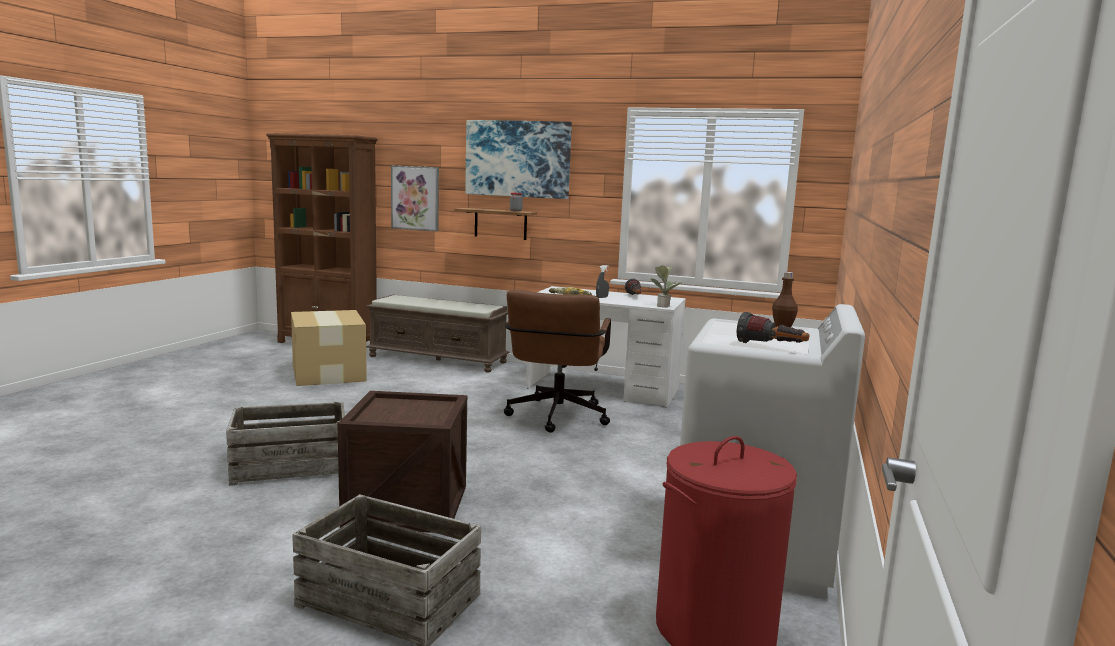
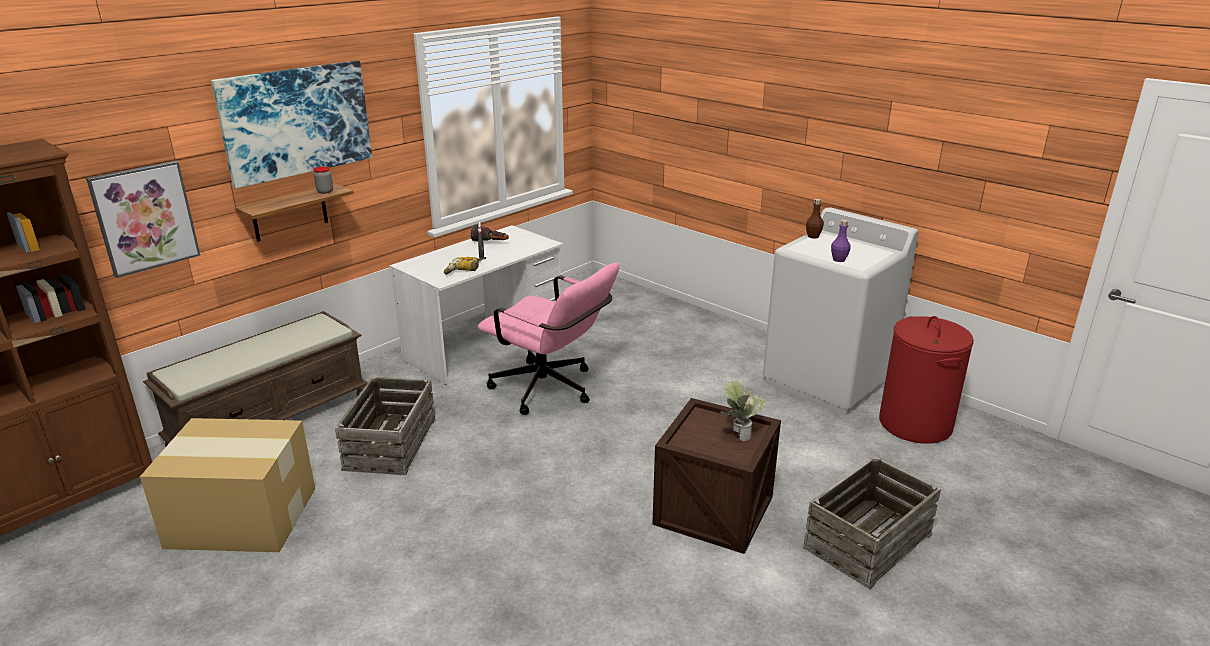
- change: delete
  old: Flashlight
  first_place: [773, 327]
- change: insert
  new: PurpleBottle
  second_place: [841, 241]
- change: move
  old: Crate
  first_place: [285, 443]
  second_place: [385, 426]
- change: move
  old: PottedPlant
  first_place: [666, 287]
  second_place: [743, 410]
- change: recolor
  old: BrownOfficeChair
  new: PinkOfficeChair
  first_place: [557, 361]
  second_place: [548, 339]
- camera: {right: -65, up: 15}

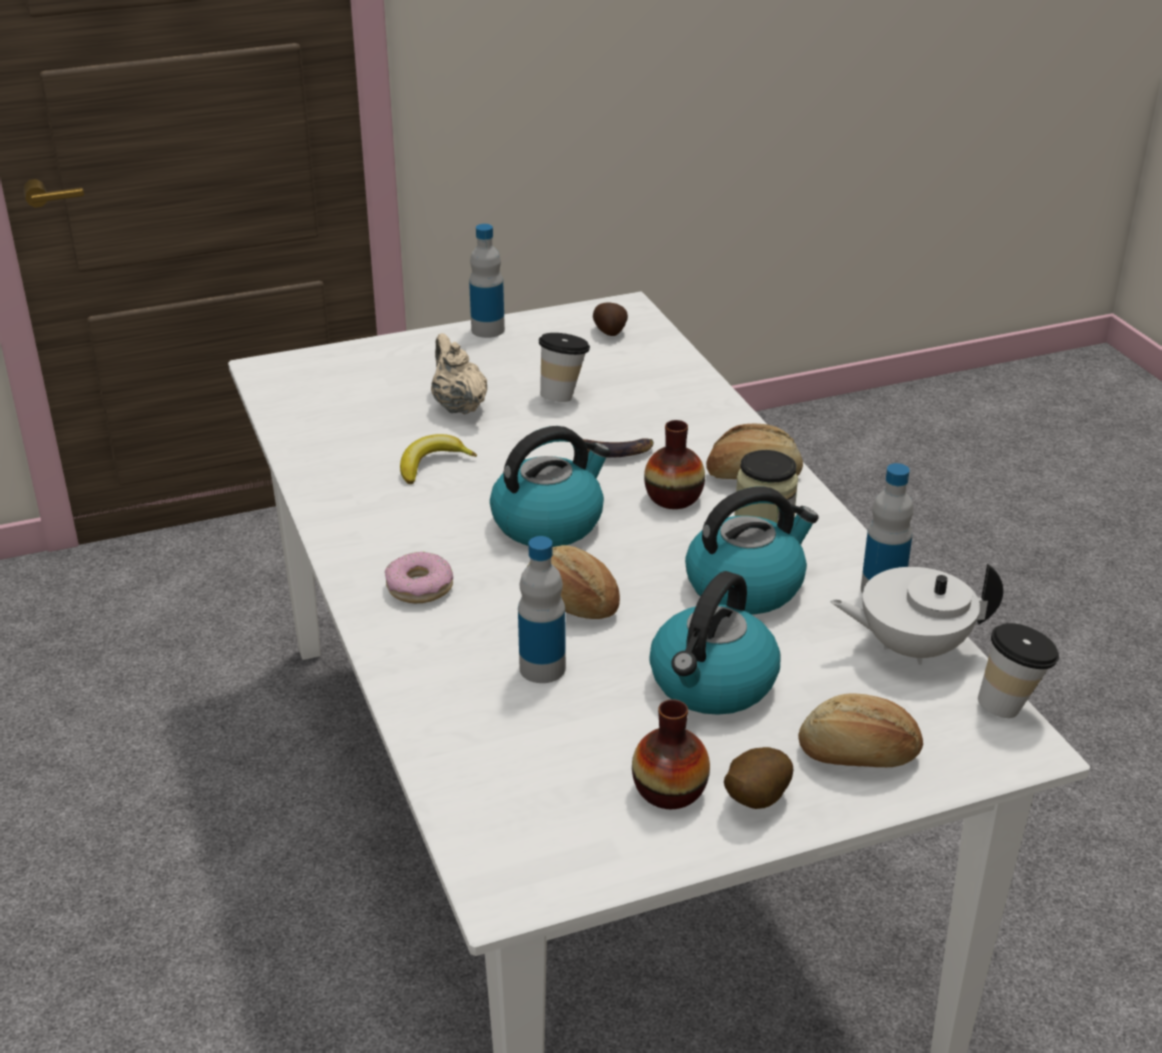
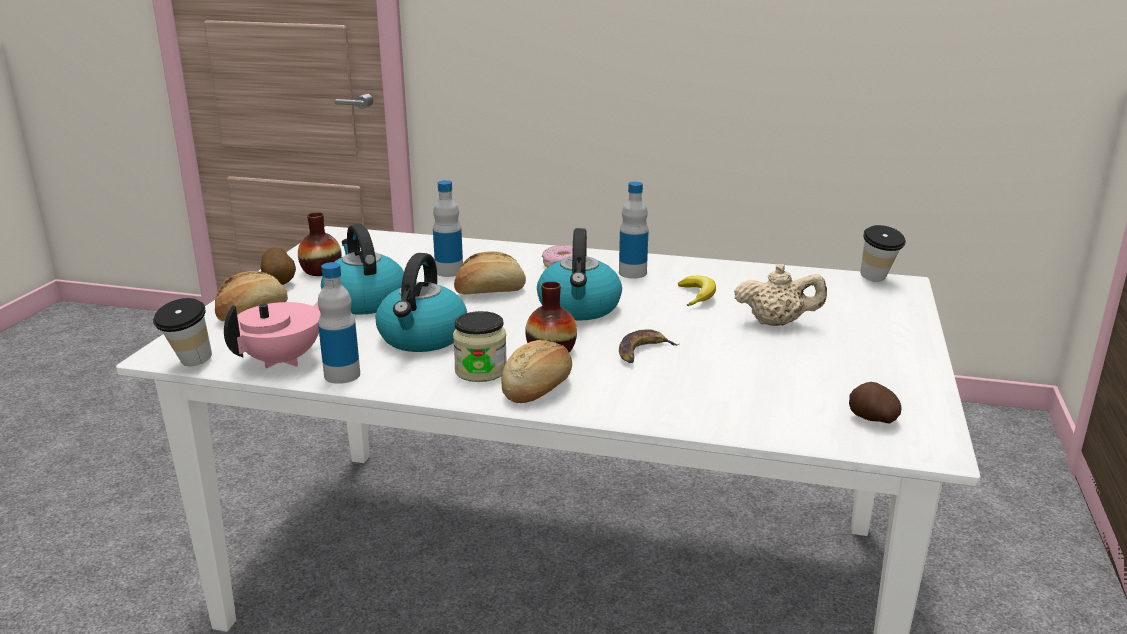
- change: move
  old: Bottle
  first_place: [487, 281]
  second_place: [634, 230]
- change: move
  old: Cup
  first_place: [564, 367]
  second_place: [883, 253]
- change: recolor
  old: WhiteTeapot
  new: PinkTeapot
  first_place: [917, 614]
  second_place: [272, 334]
- camera: {right: 125, up: -10}

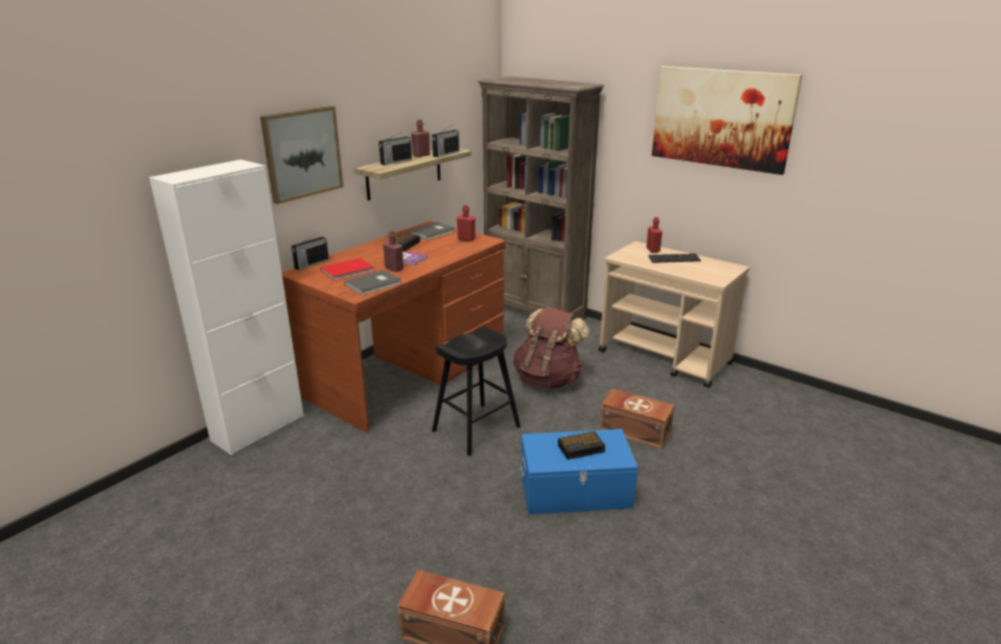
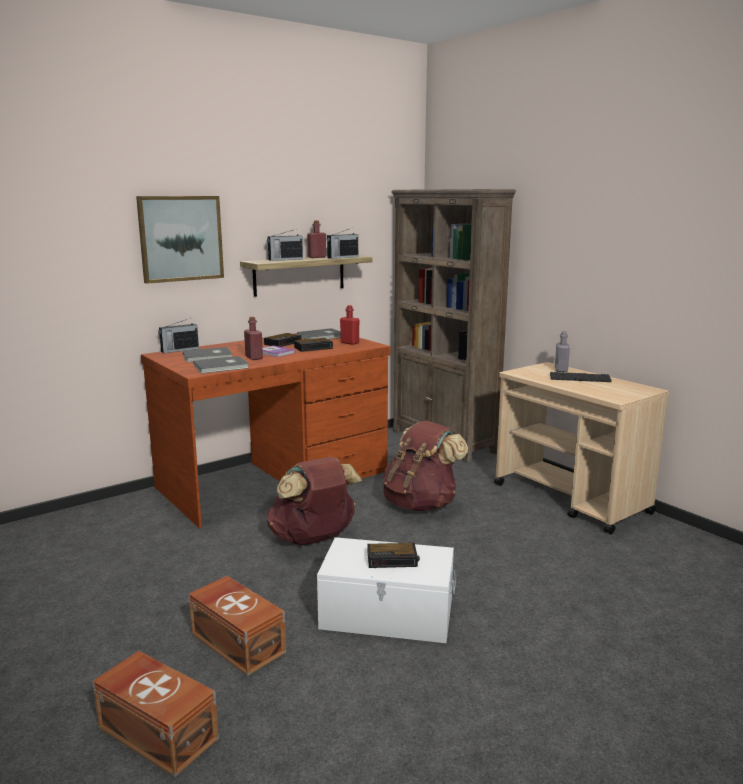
- change: delete
  old: WhiteCabinet
  first_place: [226, 307]
- change: delete
  old: Picture
  first_place: [727, 120]
- change: insert
  new: AlarmClock
  second_place: [313, 345]
- change: move
  old: BrownStorageBox
  first_place: [636, 419]
  second_place: [237, 626]
- change: replace
  old: BlackStool
  new: BrownBackpack
  first_place: [476, 391]
  second_place: [314, 501]
- change: recolor
  old: RedBook
  new: GreyBook
  first_place: [347, 269]
  second_place: [208, 354]
- change: recolor
  old: BlueStorageBox
  new: WhiteStorageBox
  first_place: [579, 471]
  second_place: [386, 590]
- change: recolor
  old: RedBottle
  new: GreyBottle
  first_place: [654, 235]
  second_place: [562, 351]
- camera: {right: 15, up: -10}

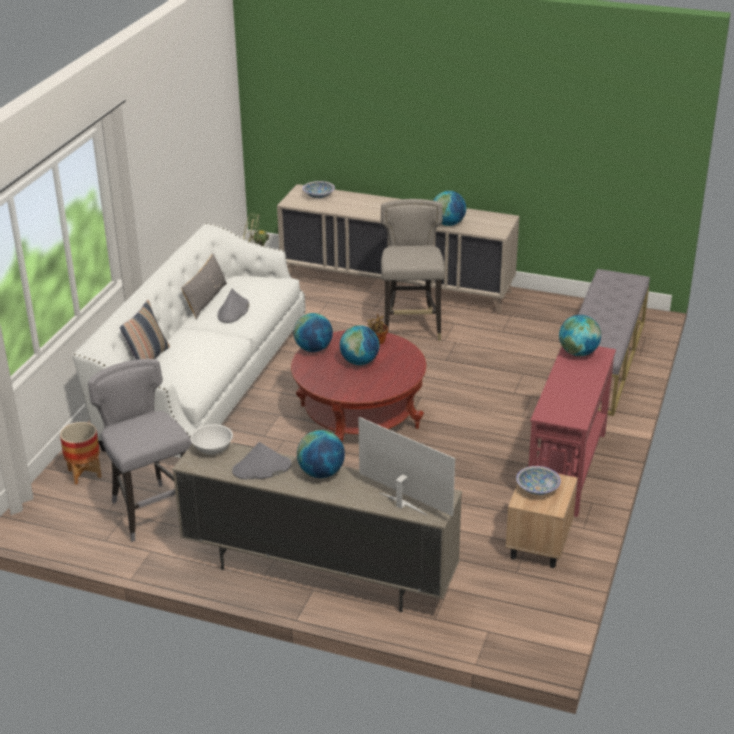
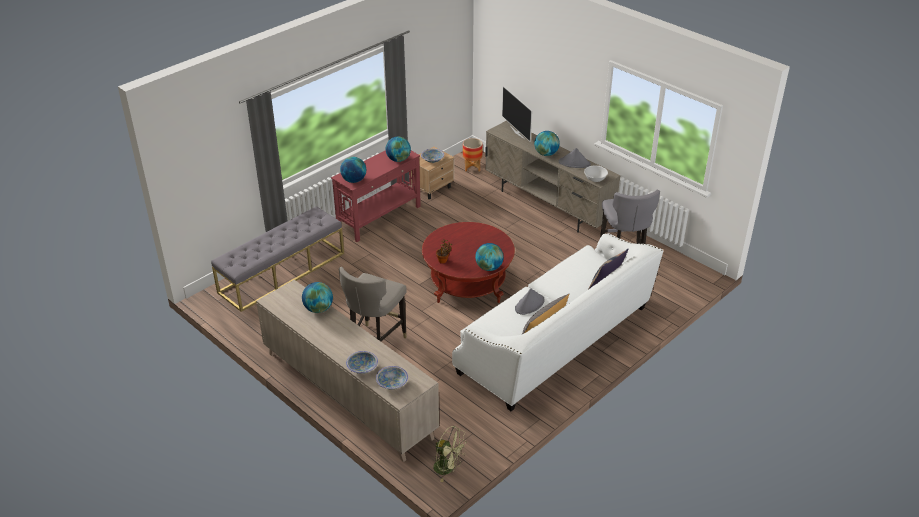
- change: insert
  new: Bowl
  second_place: [362, 362]
- change: move
  old: Planter
  first_place: [81, 453]
  second_place: [473, 155]
- change: move
  old: Globe
  first_place: [360, 345]
  second_place: [398, 149]
- camera: {right: -155, up: 5}

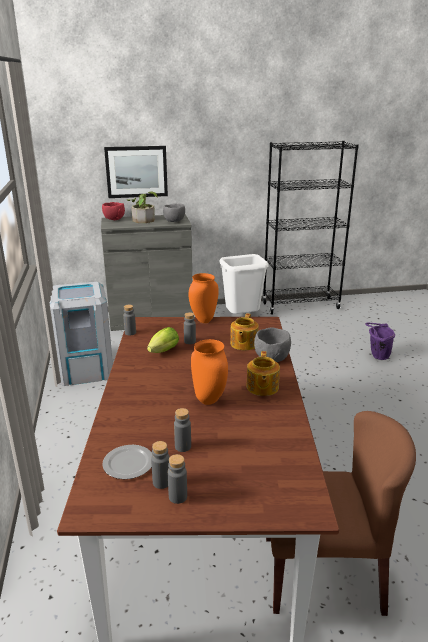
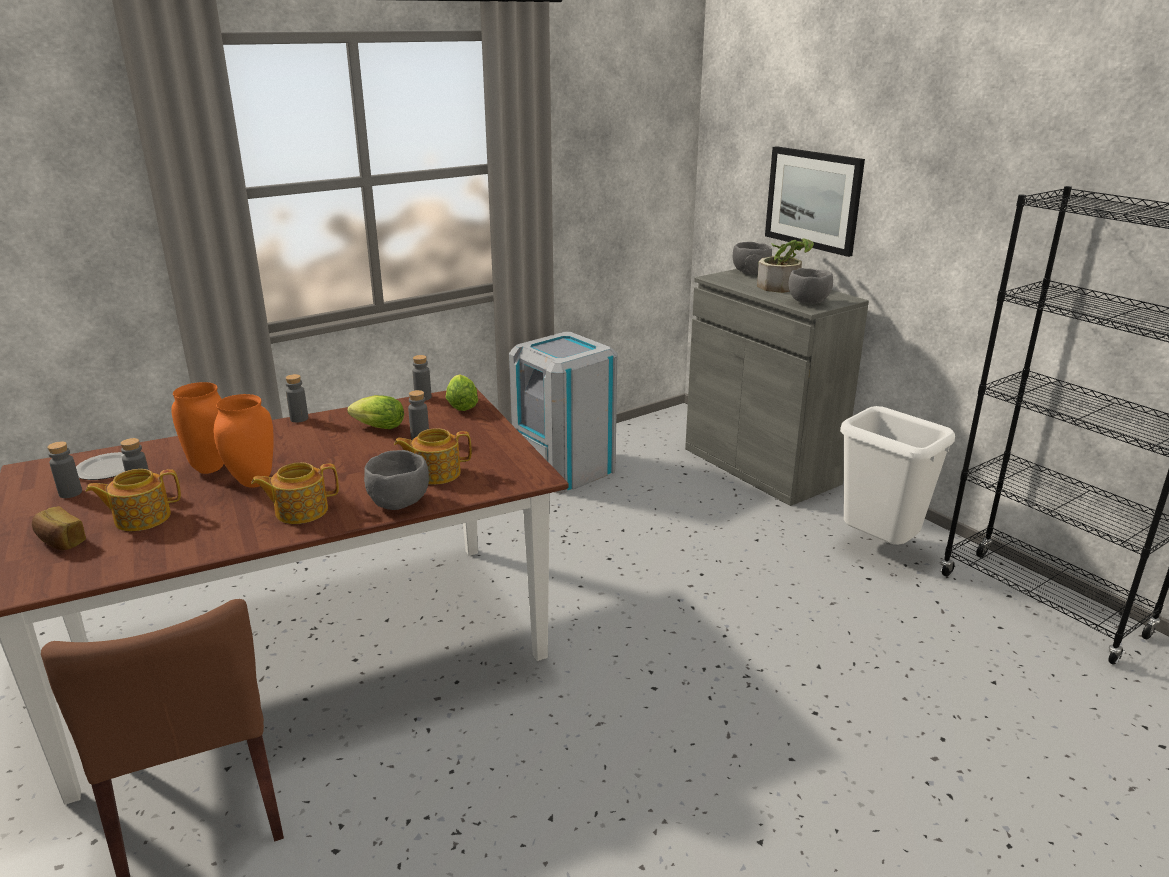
- change: delete
  old: PurpleBucket
  first_place: [380, 341]
- change: insert
  new: Bread
  second_place: [59, 528]
- change: insert
  new: Teapot
  second_place: [133, 500]
- change: insert
  new: Lettuce
  second_place: [462, 392]
- change: move
  old: GreyBottle
  first_place: [177, 479]
  second_place: [296, 398]
- change: move
  old: OrangeVase
  first_place: [204, 298]
  second_place: [197, 428]
- change: recolor
  old: RedBowl
  new: GreyBowl
  first_place: [113, 211]
  second_place: [752, 258]
- camera: {right: 65, up: 0}

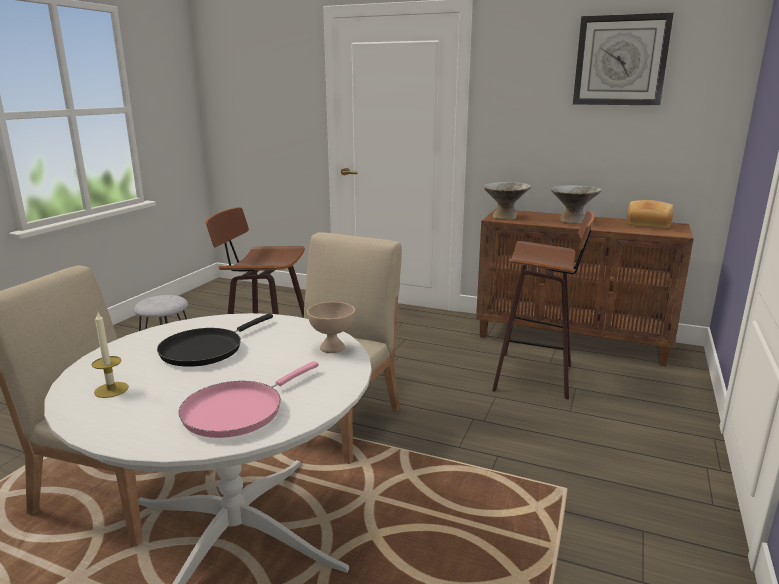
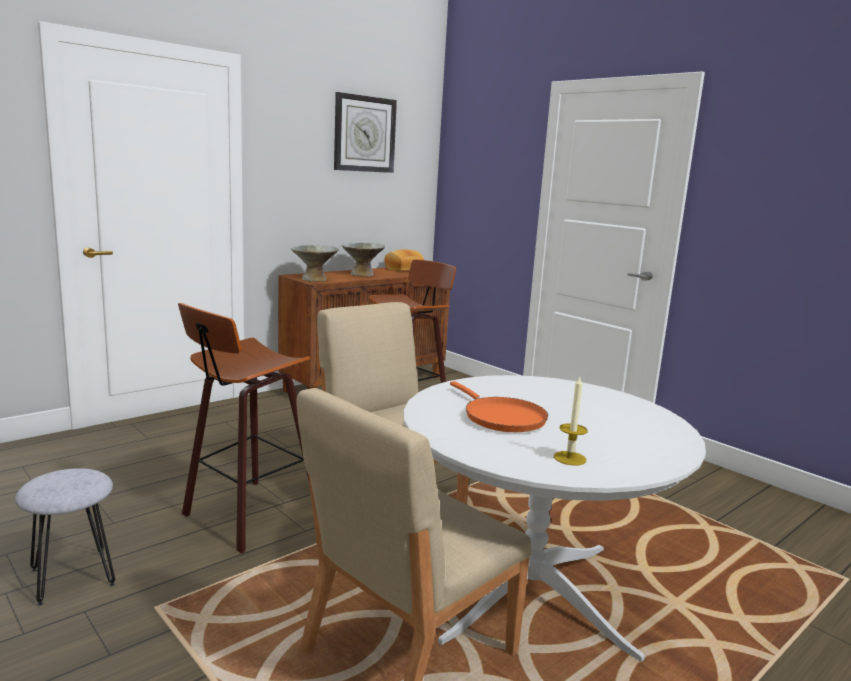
- change: delete
  old: PinkFryingPan
  first_place: [249, 399]
- change: delete
  old: BeigeBowl
  first_place: [331, 327]
- change: recolor
  old: BlackFryingPan
  new: OrangeFryingPan
  first_place: [215, 340]
  second_place: [499, 406]
- camera: {right: -65, up: -5}

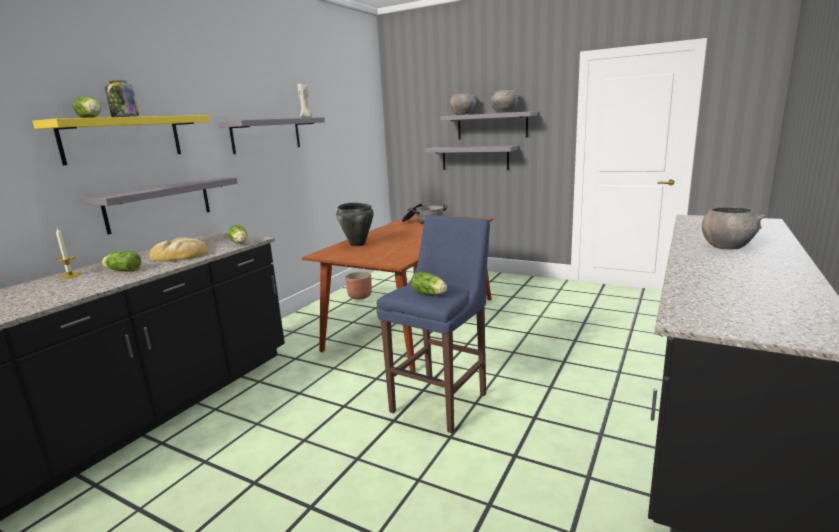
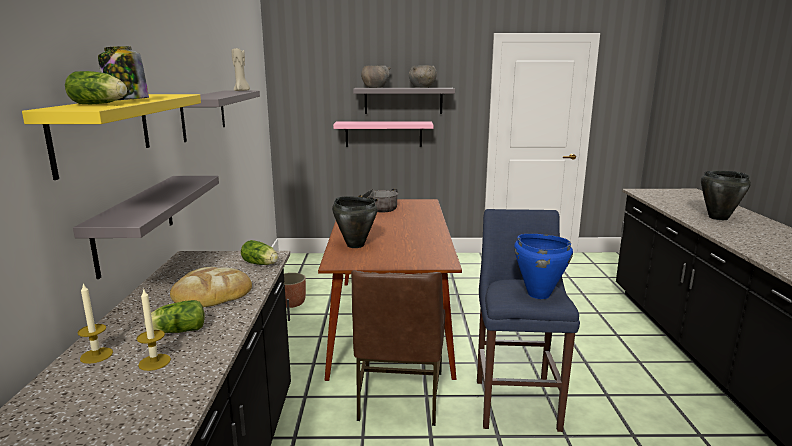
- change: insert
  new: Candle
  second_place: [154, 329]
- change: insert
  new: BrownChair
  second_place: [398, 348]
- change: replace
  old: Lettuce
  new: BlueCookingPot
  first_place: [429, 283]
  second_place: [543, 266]
- change: replace
  old: GreyBowl
  new: BlackCookingPot
  first_place: [733, 228]
  second_place: [726, 195]
- change: recolor
  old: GreyShelf
  new: PinkShelf
  first_place: [471, 157]
  second_place: [383, 134]
- camera: {right: -30, up: 0}

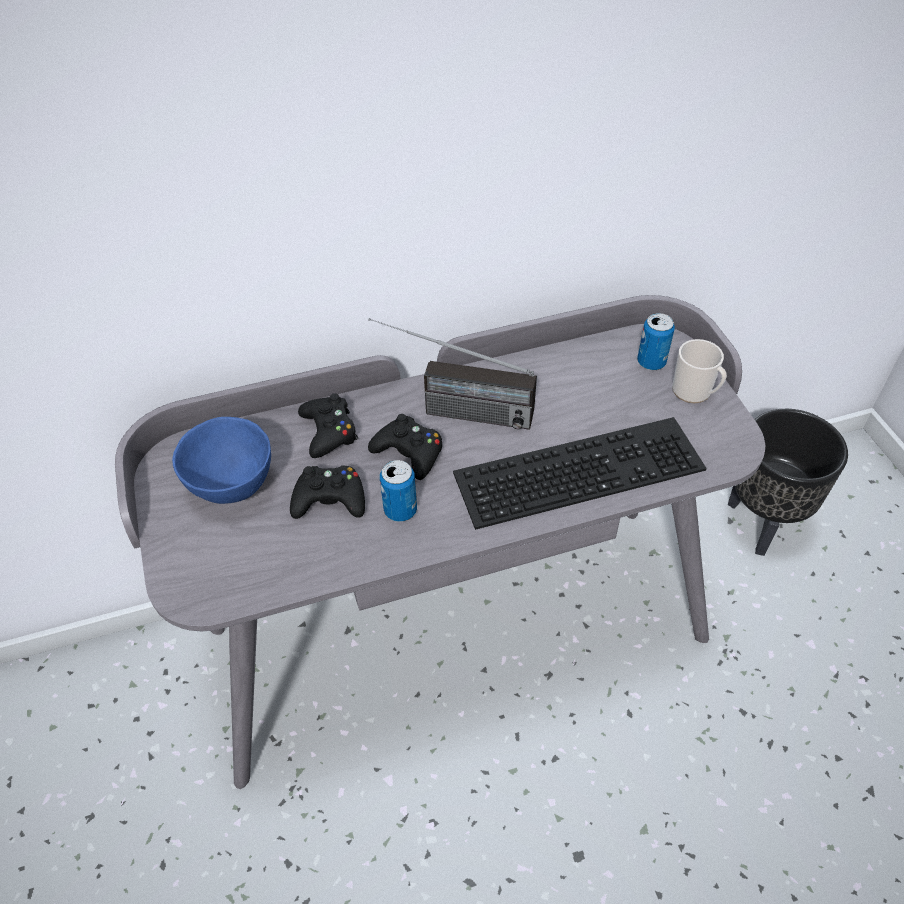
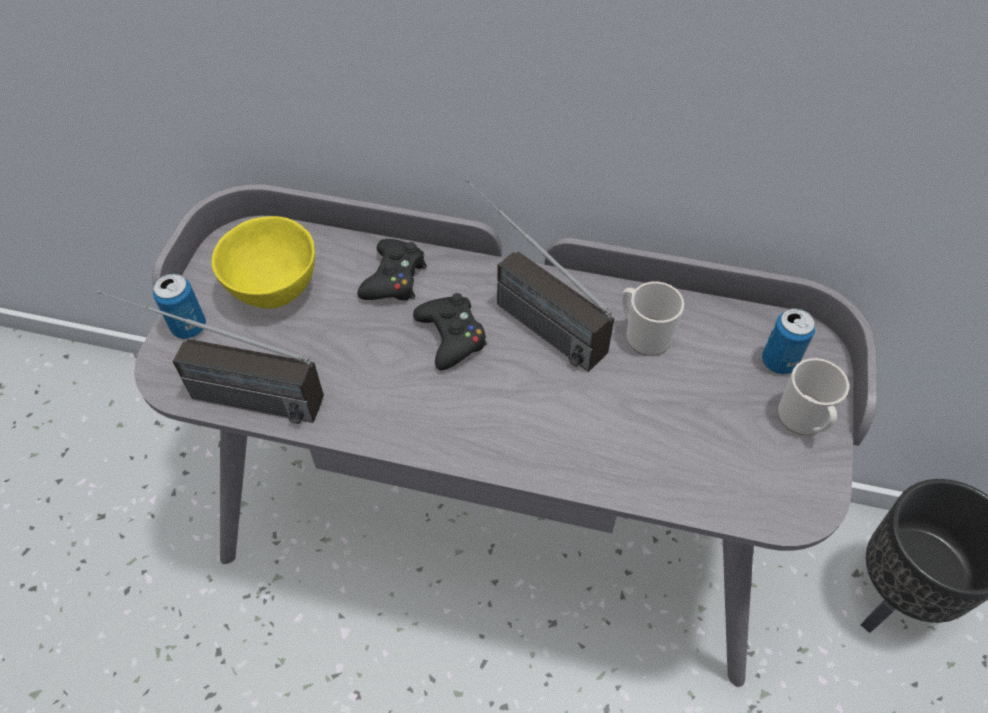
- change: delete
  old: BlackGameController
  first_place: [327, 492]
- change: delete
  old: Keyboard
  first_place: [580, 473]
- change: insert
  new: Radio
  second_place: [210, 357]
- change: insert
  new: Mug
  second_place: [653, 318]
- change: move
  old: Can
  first_place: [398, 491]
  second_place: [179, 306]
- change: recolor
  old: BlueBowl
  new: YellowBowl
  first_place: [221, 460]
  second_place: [263, 262]
- camera: {right: 30, up: 5}

